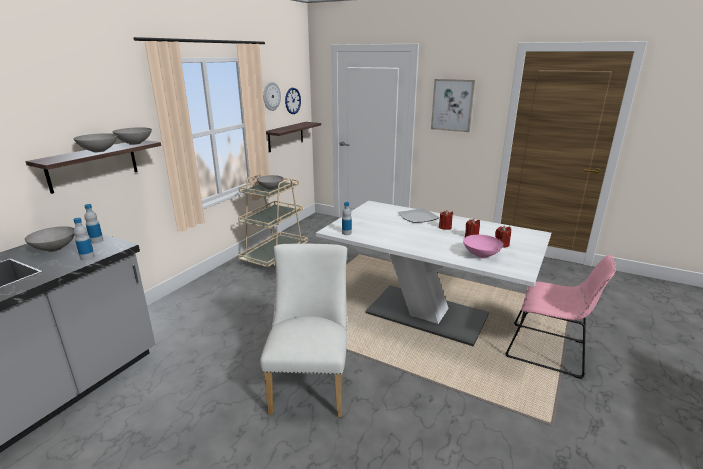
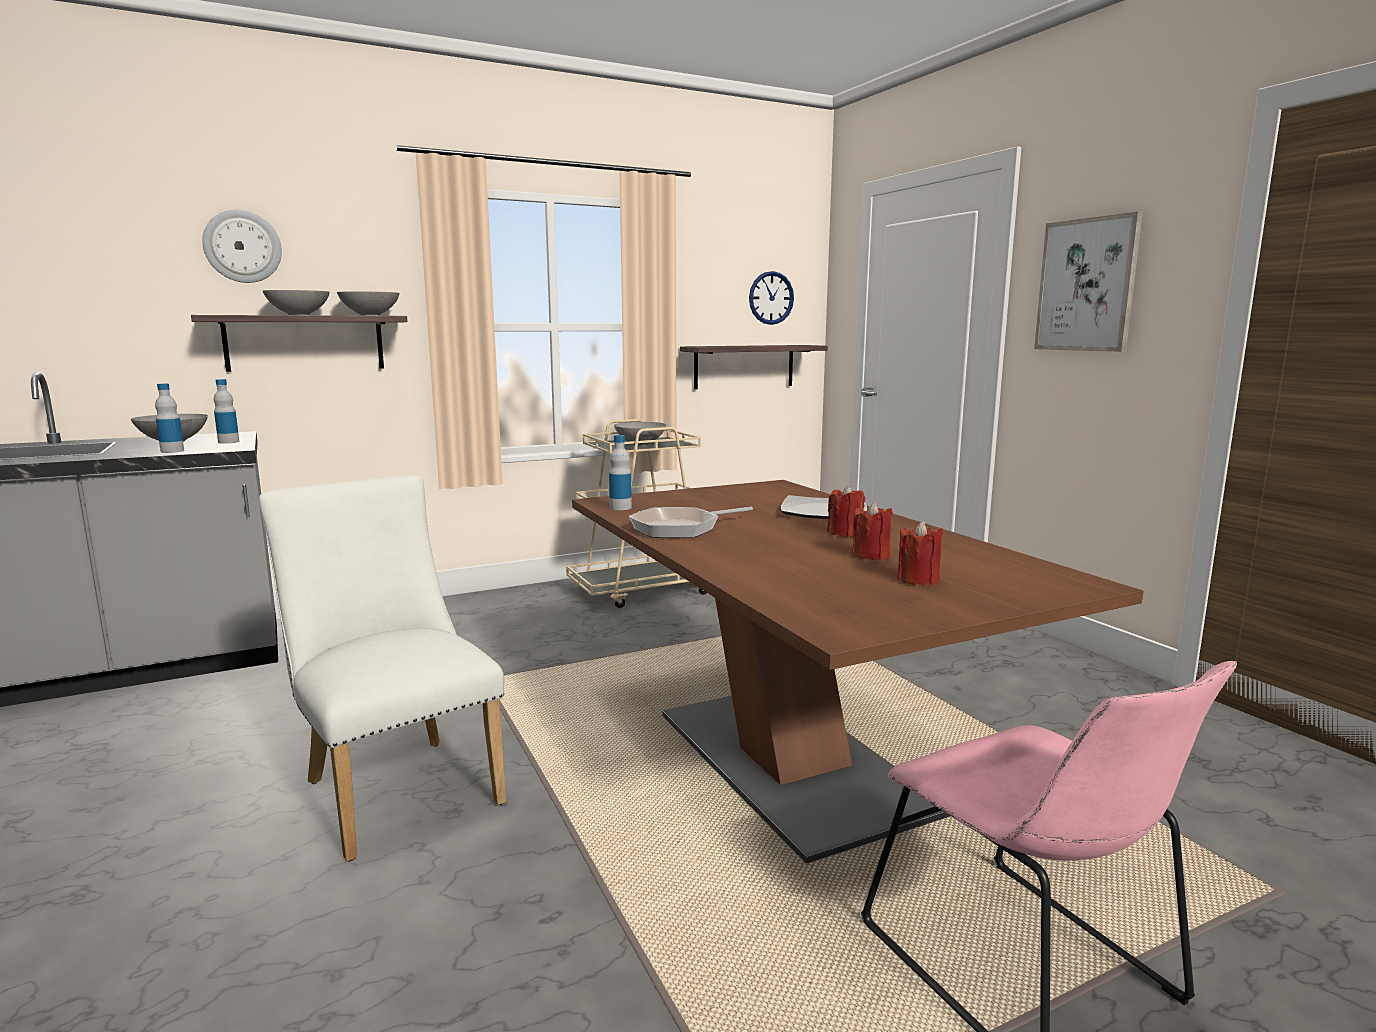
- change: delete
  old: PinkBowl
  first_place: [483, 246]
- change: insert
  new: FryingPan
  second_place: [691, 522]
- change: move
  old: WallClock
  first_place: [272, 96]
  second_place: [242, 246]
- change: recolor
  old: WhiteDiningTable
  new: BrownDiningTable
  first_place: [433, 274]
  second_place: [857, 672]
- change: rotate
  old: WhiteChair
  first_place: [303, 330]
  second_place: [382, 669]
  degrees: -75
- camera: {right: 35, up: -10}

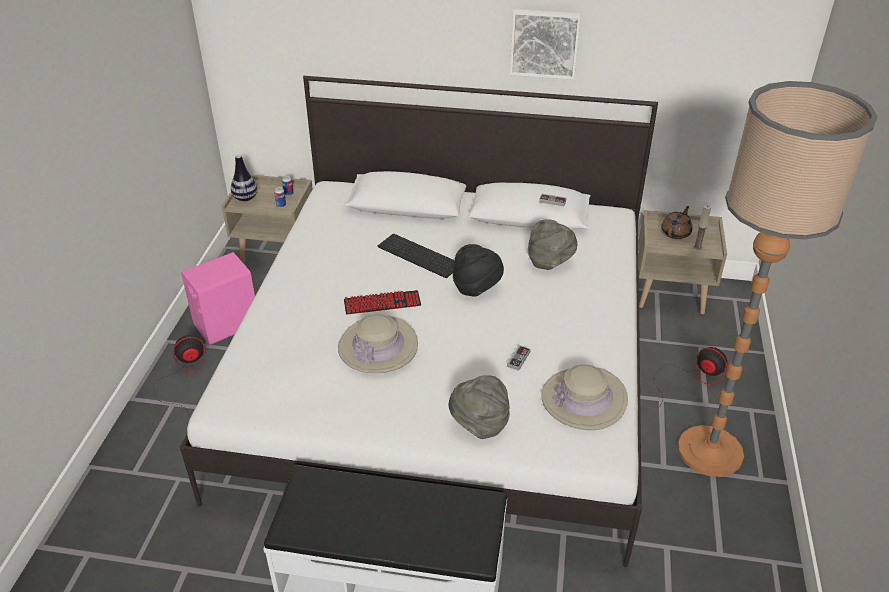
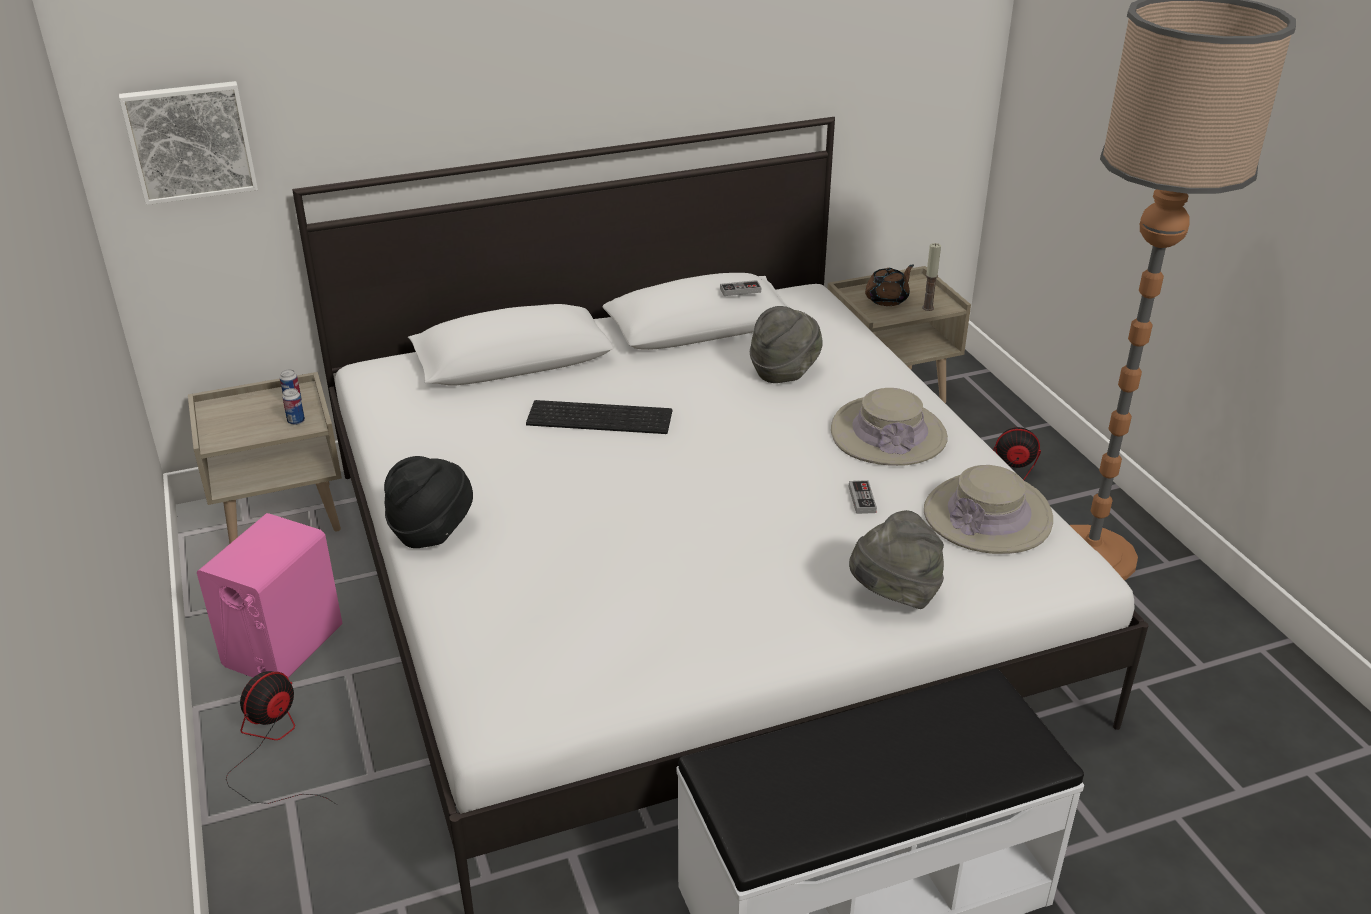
- change: delete
  old: Vase
  first_place: [244, 178]
- change: delete
  old: Keyboard
  first_place: [382, 302]
- change: move
  old: BeigeHat
  first_place: [378, 344]
  second_place: [889, 427]
- change: move
  old: BlackHat
  first_place: [478, 270]
  second_place: [428, 502]
- change: move
  old: Picture
  first_place: [545, 44]
  second_place: [188, 143]
- change: rotate
  old: BrownTeapot
  first_place: [677, 222]
  second_place: [889, 285]
  degrees: 45
- camera: {right: -30, up: -5}

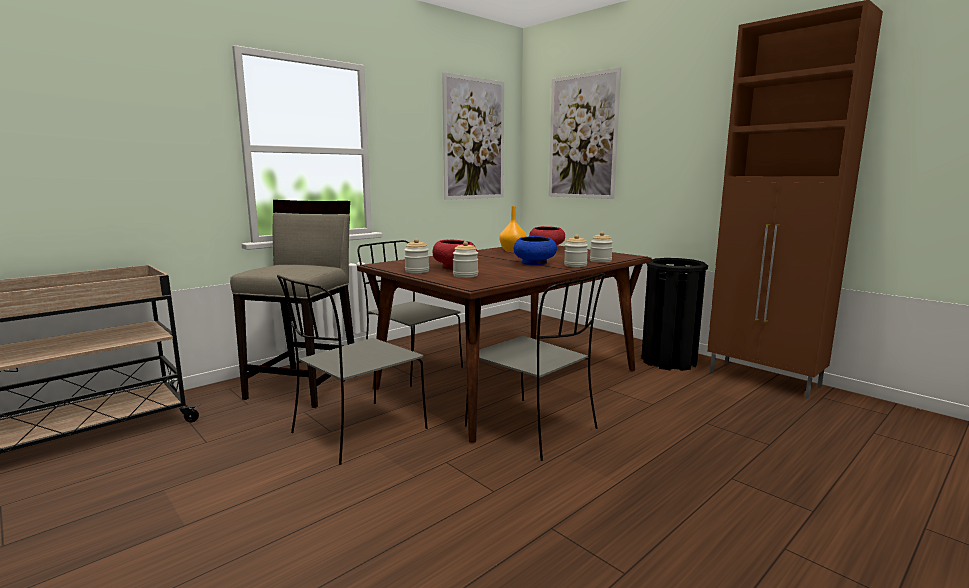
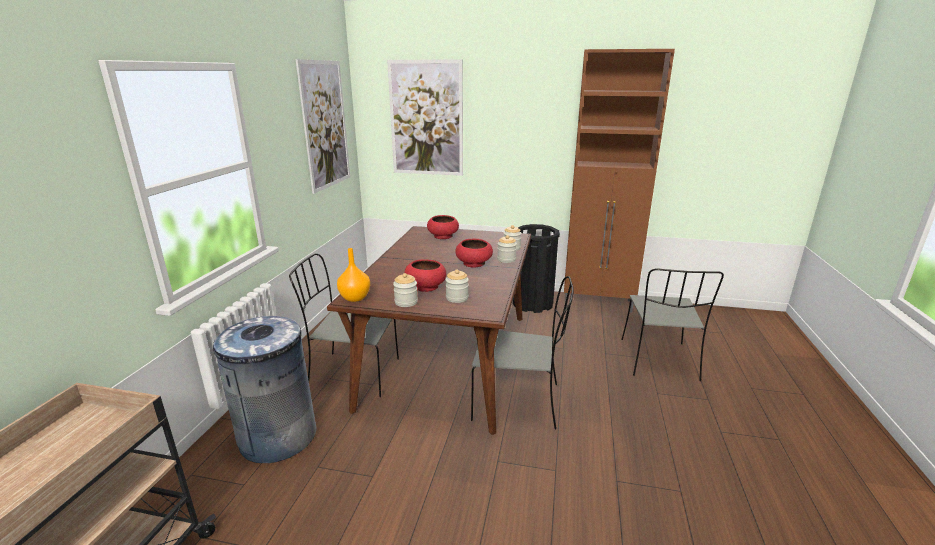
- change: move
  old: GreyChair
  first_place: [352, 370]
  second_place: [672, 324]
- change: move
  old: OrangeVase
  first_place: [513, 229]
  second_place: [353, 275]
- change: replace
  old: BeigeStool
  new: GreyTrashCan
  first_place: [292, 304]
  second_place: [265, 389]
- change: recolor
  old: BlueBowl
  new: RedBowl
  first_place: [535, 250]
  second_place: [474, 253]
- camera: {right: -35, up: 10}

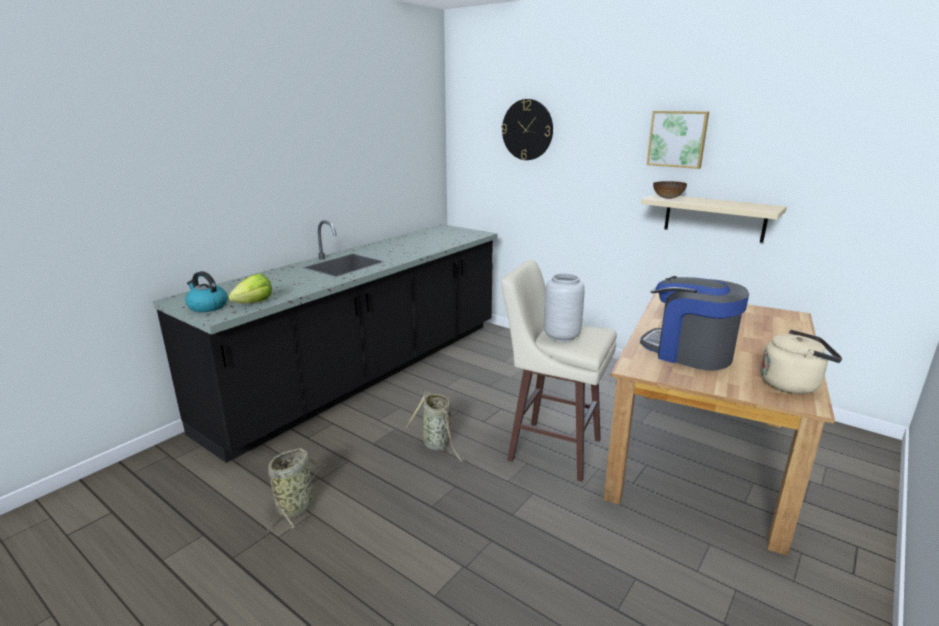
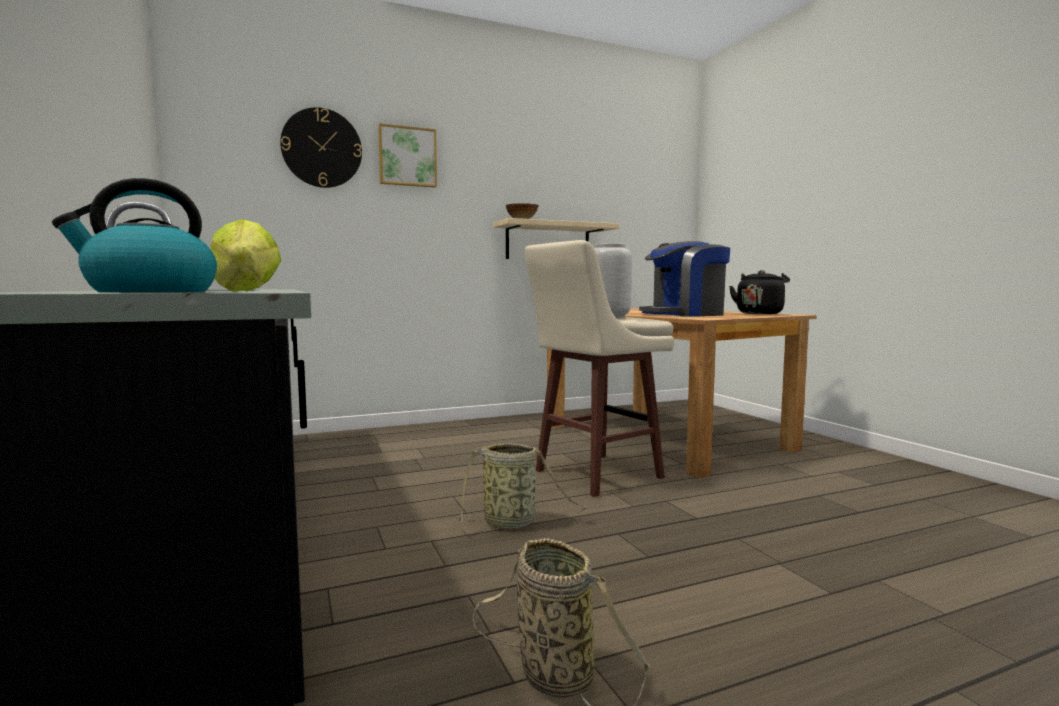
- change: move
  old: Picture
  first_place: [678, 140]
  second_place: [407, 155]
- change: recolor
  old: BeigeKettle
  new: BlackKettle
  first_place: [801, 361]
  second_place: [759, 292]
- camera: {right: -60, up: -15}

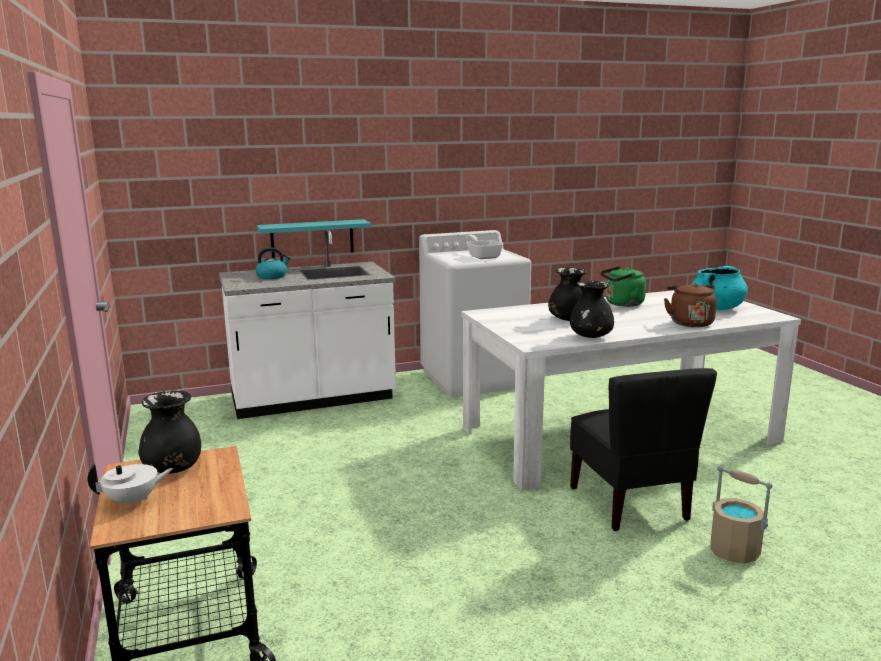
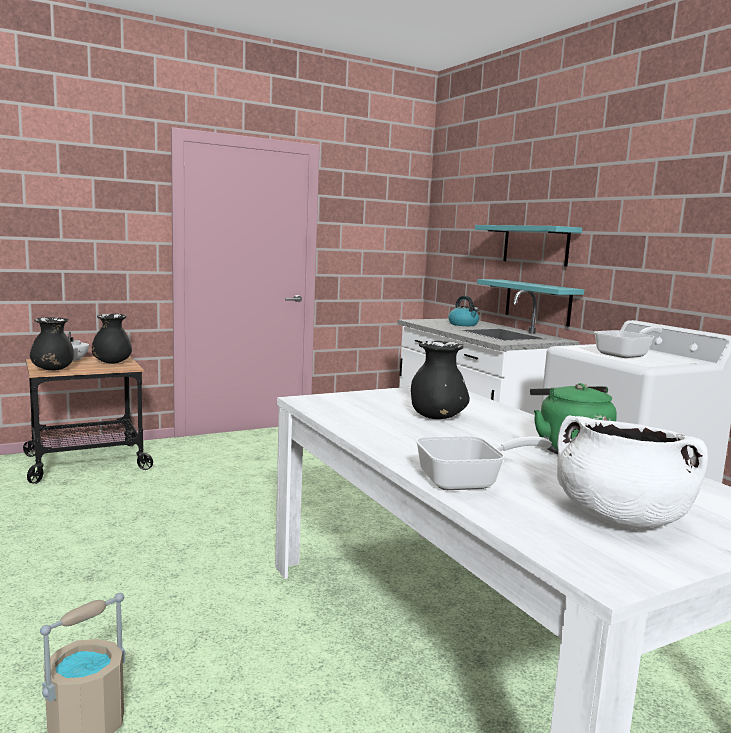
- change: delete
  old: BlackChair
  first_place: [643, 449]
- change: insert
  new: TurquoiseShelf
  second_place: [528, 246]
- change: move
  old: BlackVase
  first_place: [592, 309]
  second_place: [52, 343]
- change: replace
  old: BrownKettle
  new: FryingPan
  first_place: [690, 305]
  second_place: [484, 463]
- change: recolor
  old: TurquoiseCookingPot
  new: WhiteCookingPot
  first_place: [720, 288]
  second_place: [632, 472]
- camera: {right: 80, up: -5}

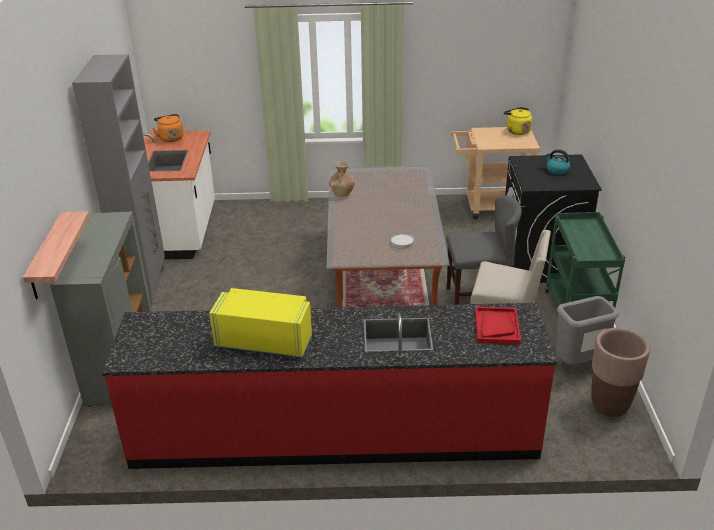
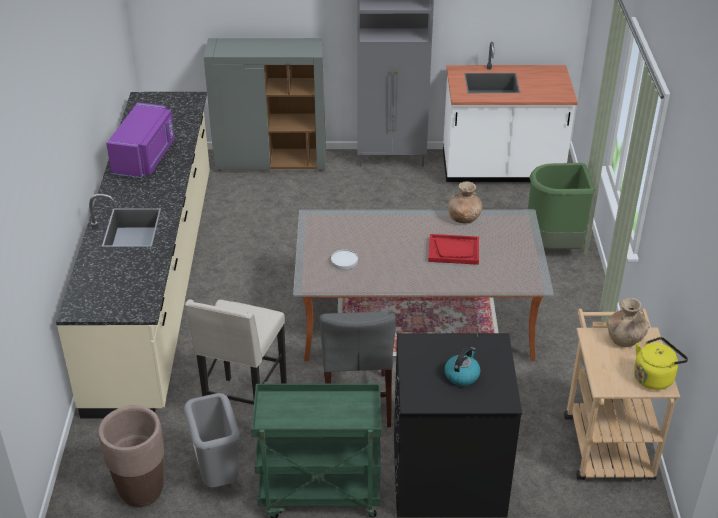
- change: delete
  old: Shelf
  first_place: [56, 255]
- change: delete
  old: OrangeKettle
  first_place: [168, 128]
- change: insert
  new: GreenTrashCan
  second_place: [561, 206]
- change: insert
  new: BrownVase
  second_place: [628, 322]
- change: move
  old: RedTray
  first_place: [498, 325]
  second_place: [453, 249]
- change: recolor
  old: RedCounter
  new: BeigeCounter
  first_place: [329, 386]
  second_place: [133, 255]
- change: recolor
  old: YellowMicrowave
  new: PurpleMicrowave
  first_place: [260, 323]
  second_place: [140, 140]
- camera: {right: 90, up: 5}

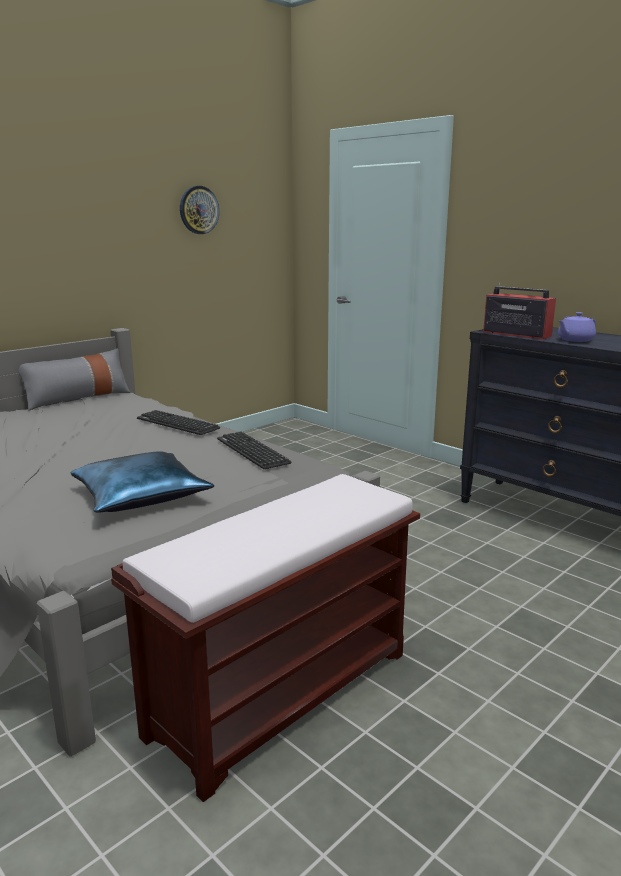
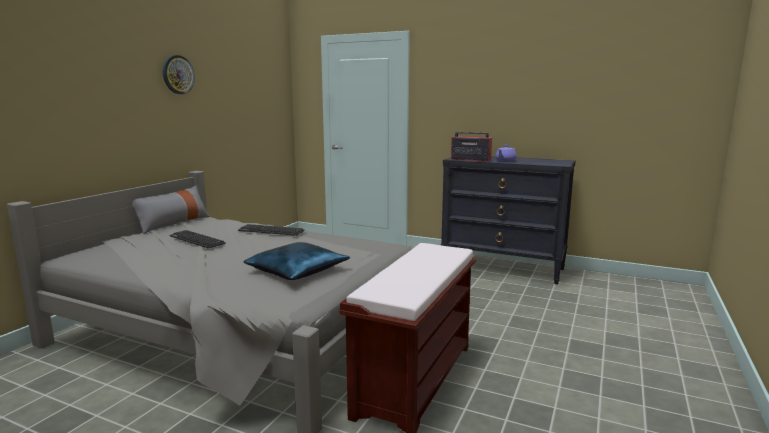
- change: move
  old: WallClock
  first_place: [199, 210]
  second_place: [179, 74]
- change: move
  old: Keyboard
  first_place: [254, 450]
  second_place: [198, 239]
- camera: {right: -20, up: -5}

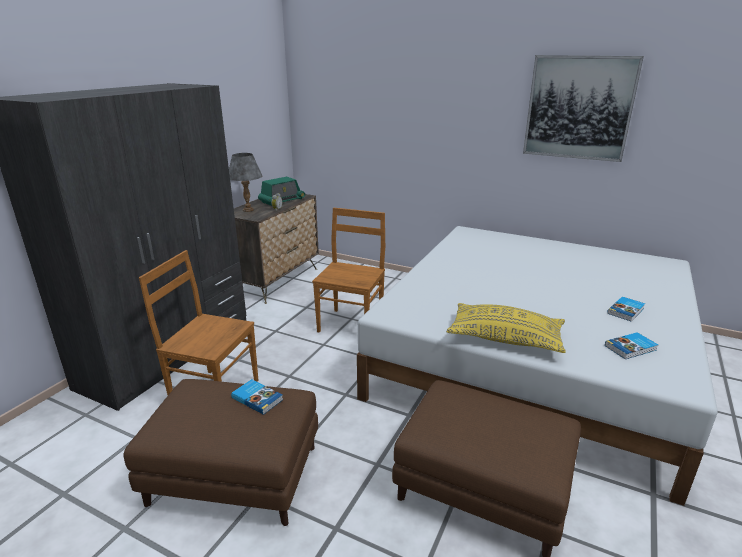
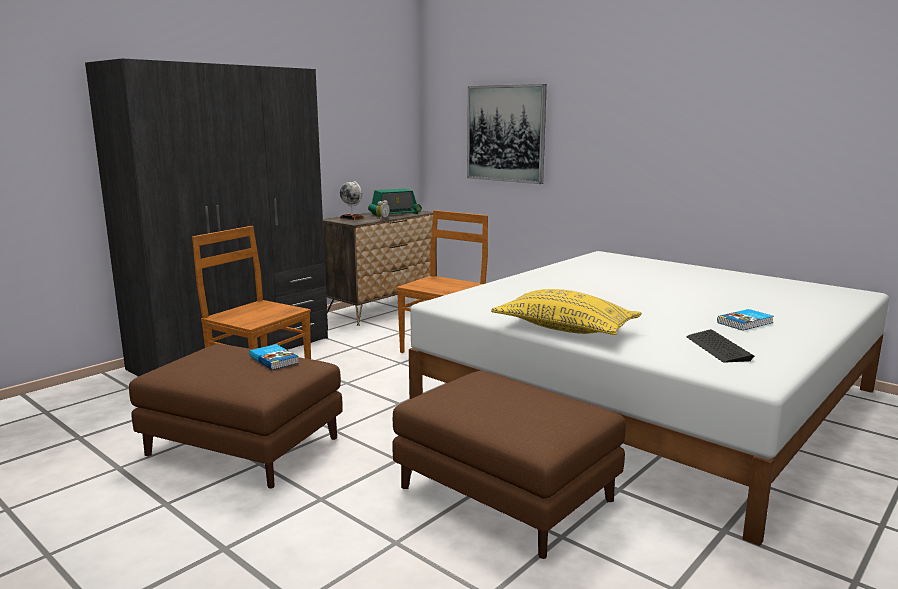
- change: move
  old: Picture
  first_place: [583, 108]
  second_place: [507, 134]
- change: replace
  old: GreyTableLamp
  new: Globe
  first_place: [245, 182]
  second_place: [352, 200]
- change: replace
  old: Book
  new: Keyboard
  first_place: [631, 345]
  second_place: [720, 346]
- camera: {right: 15, up: -10}

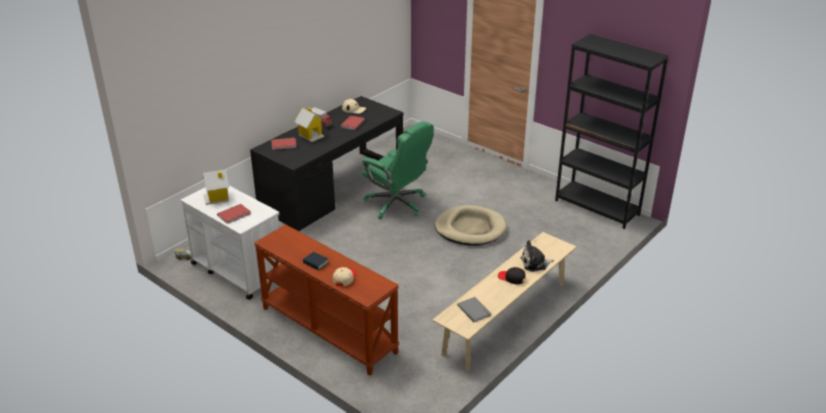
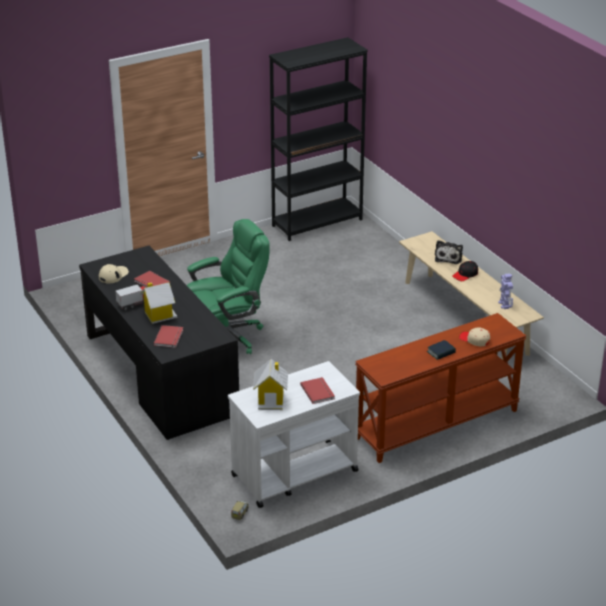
- change: delete
  old: BeigeDogBed
  first_place: [470, 225]
- change: replace
  old: GreyBook
  new: ToyRobot
  first_place: [474, 309]
  second_place: [505, 291]
- camera: {right: -70, up: 0}

